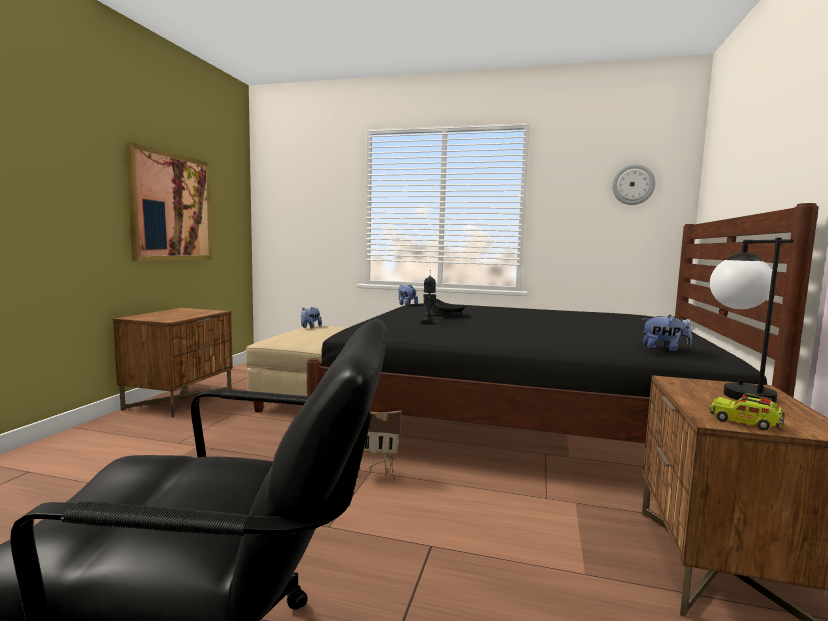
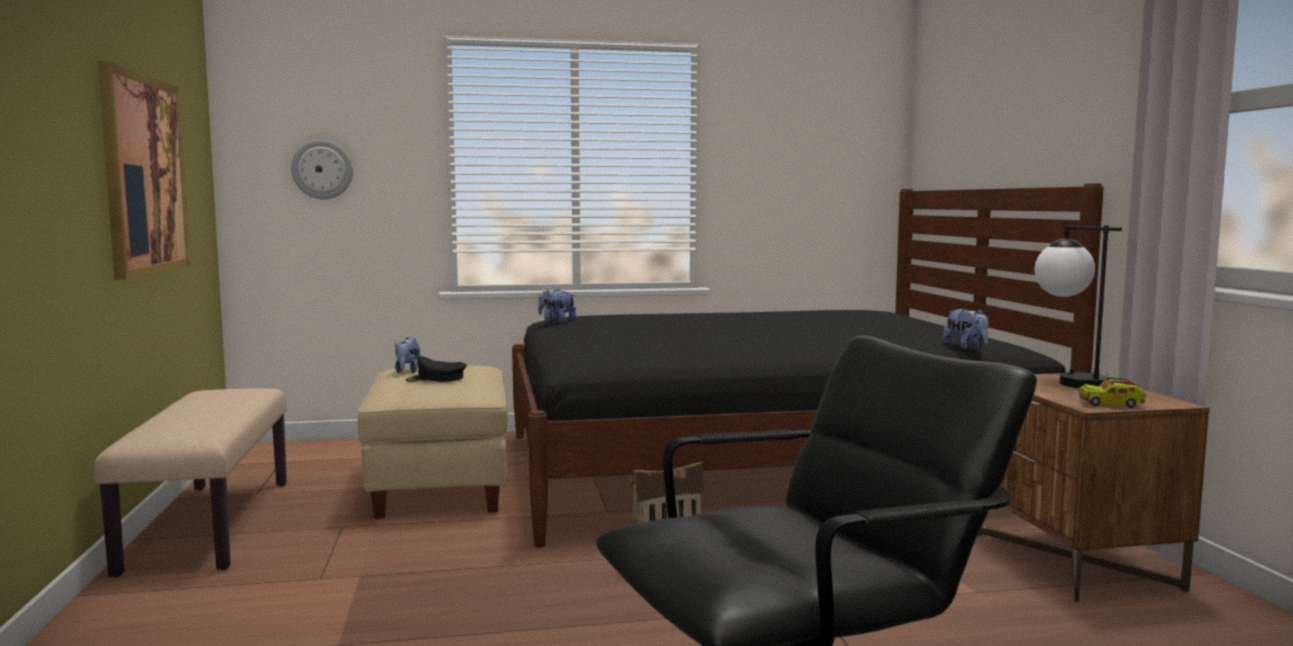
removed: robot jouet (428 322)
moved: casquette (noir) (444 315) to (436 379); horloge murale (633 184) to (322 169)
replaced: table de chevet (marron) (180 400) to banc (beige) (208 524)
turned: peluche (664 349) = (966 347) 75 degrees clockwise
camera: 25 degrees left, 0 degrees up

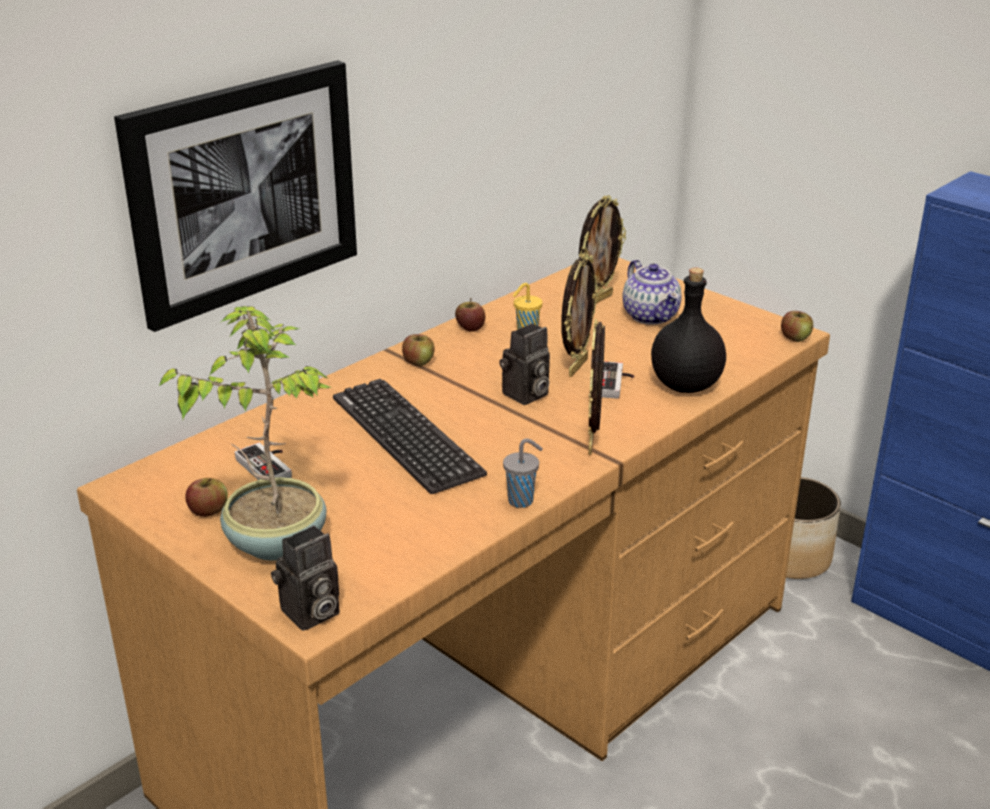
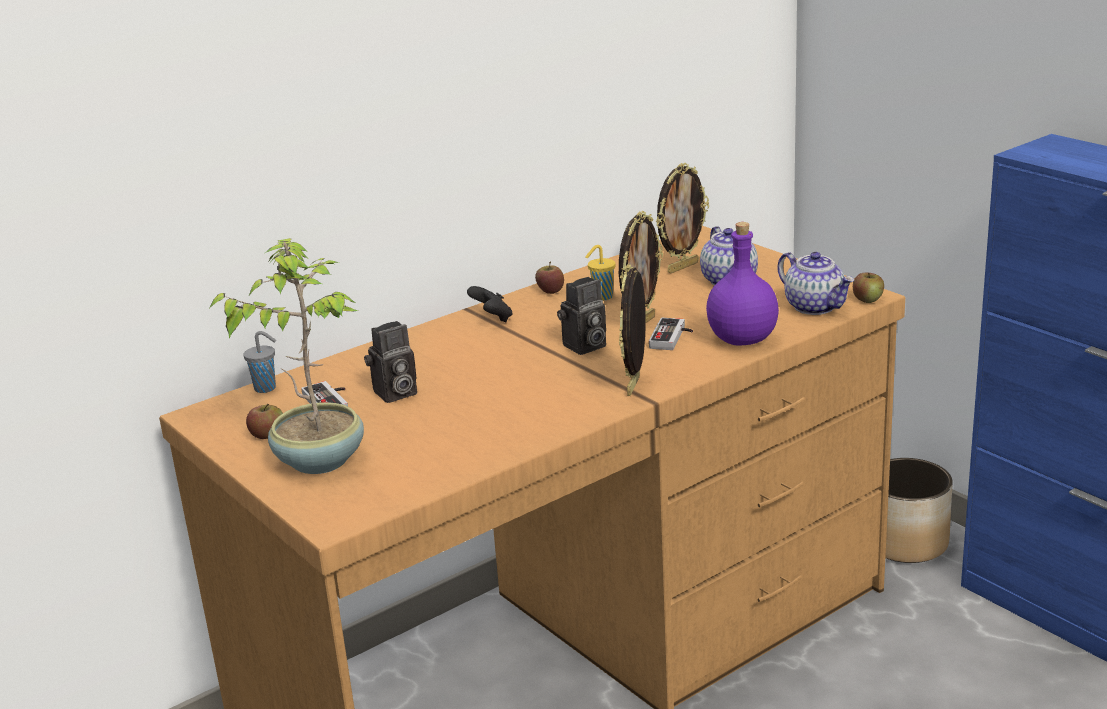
removed: tableau (243 191); clavier (406 436)
added: théière (815 307)
moved: appareil photo (309 614) to (394 394); tasse (gris) (522 501) to (266 388)
replaced: pomme (418 362) to manette (noir) (492 319)
recoloured: bouteille (noir) (687 385) to bouteille (violet) (743 339)
camera: 10 degrees right, 5 degrees down

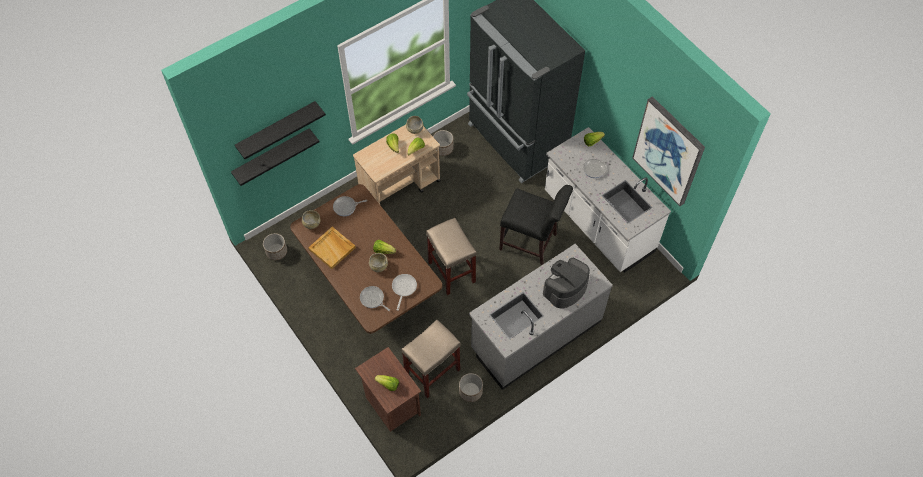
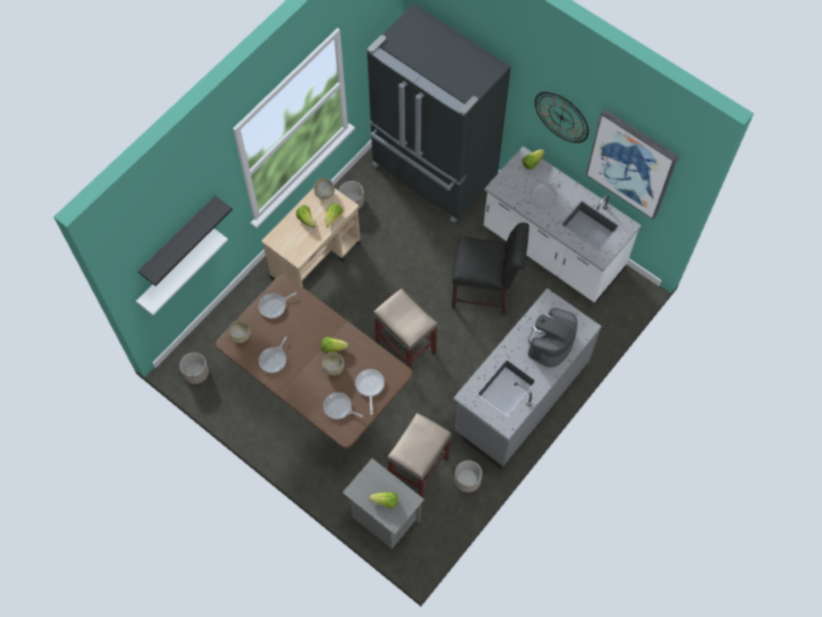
added: horloge murale (561 117)
replaced: plateau (beige) (332 248) to poêle (274 359)
recoloured: étagère (noir) (272 155) to étagère (blanc) (176 269); table de chevet (marron) (391 404) to table de chevet (gris) (384 518)
camera: 15 degrees left, 5 degrees up

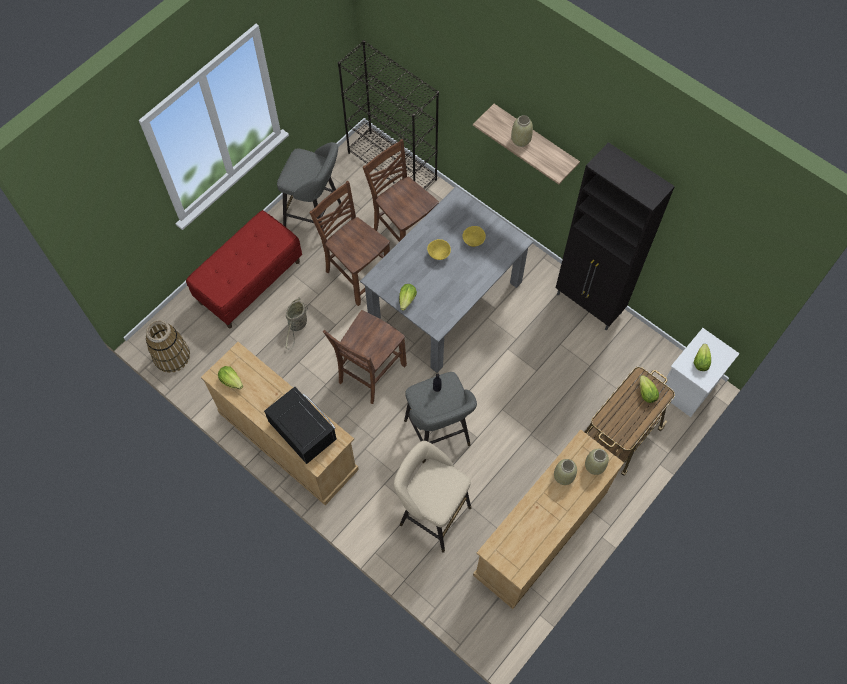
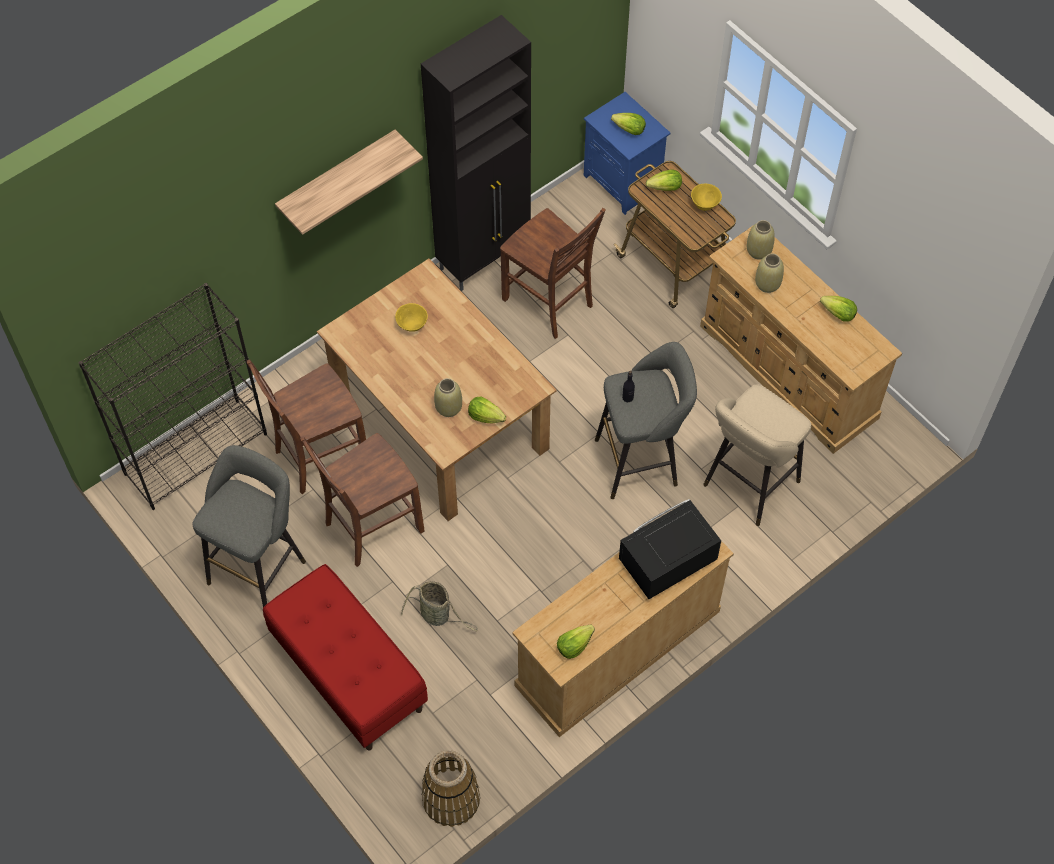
added: laitue (838 314)
moved: chaise (marron) (370 374) to (549 303); bol (jaune) (438 255) to (705 204); vase (beige) (520 140) to (448 408)
recoloured: table à manger (gris) (445 301) to table à manger (marron) (442 421); table de chevet (blanc) (687 389) to table de chevet (bleu) (624 183)
camera: 80 degrees left, 5 degrees down

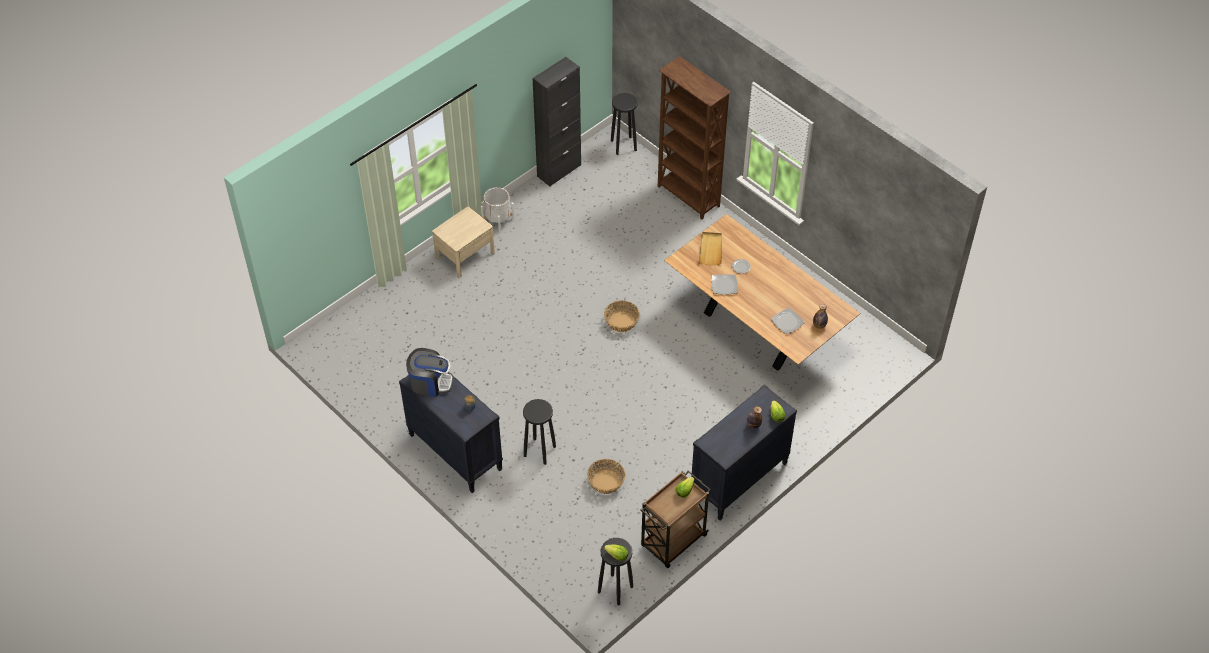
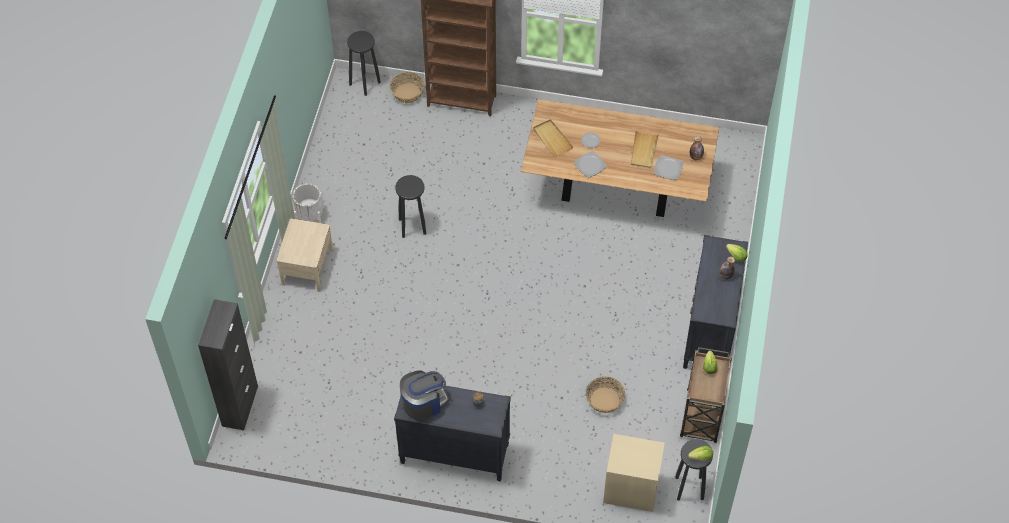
added: table de chevet (beige) (631 488); plateau (beige) (643 150)
moved: tabouret (noir) (540 451) to (413 226); meuble de rangement (noir) (559 171) to (240 406); panier (621 321) to (407 93)
camera: 35 degrees left, 5 degrees up

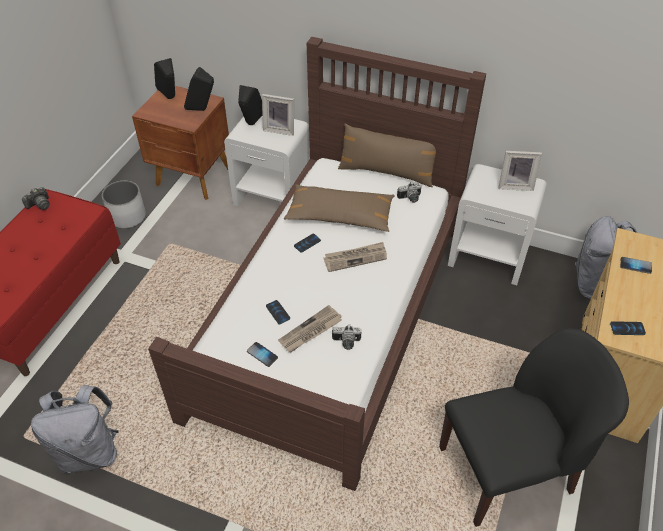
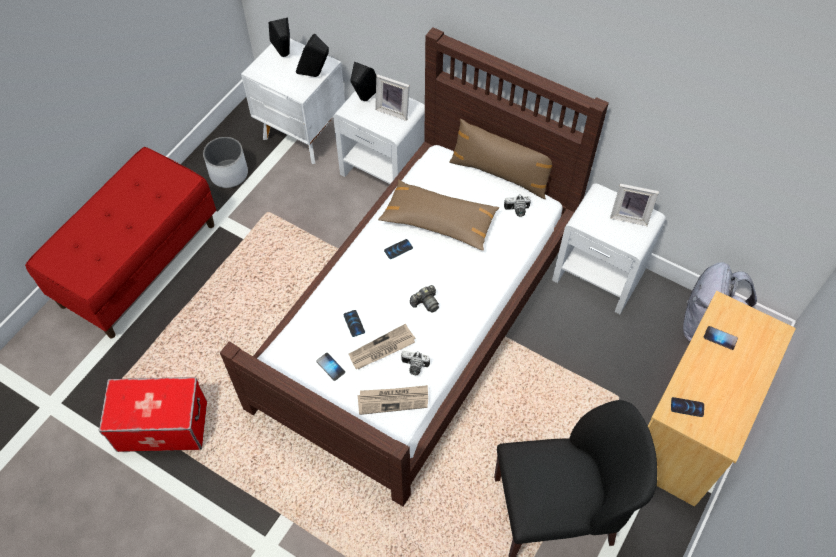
moved: appareil photo (39 204) to (425 303); journal (355 258) to (393 400)
replaced: sac à dos (gris) (90 452) to boîte de rangement (163 425)
recoloured: table de chevet (marron) (194 177) to table de chevet (blanc) (304 134)
camera: 10 degrees right, 10 degrees up

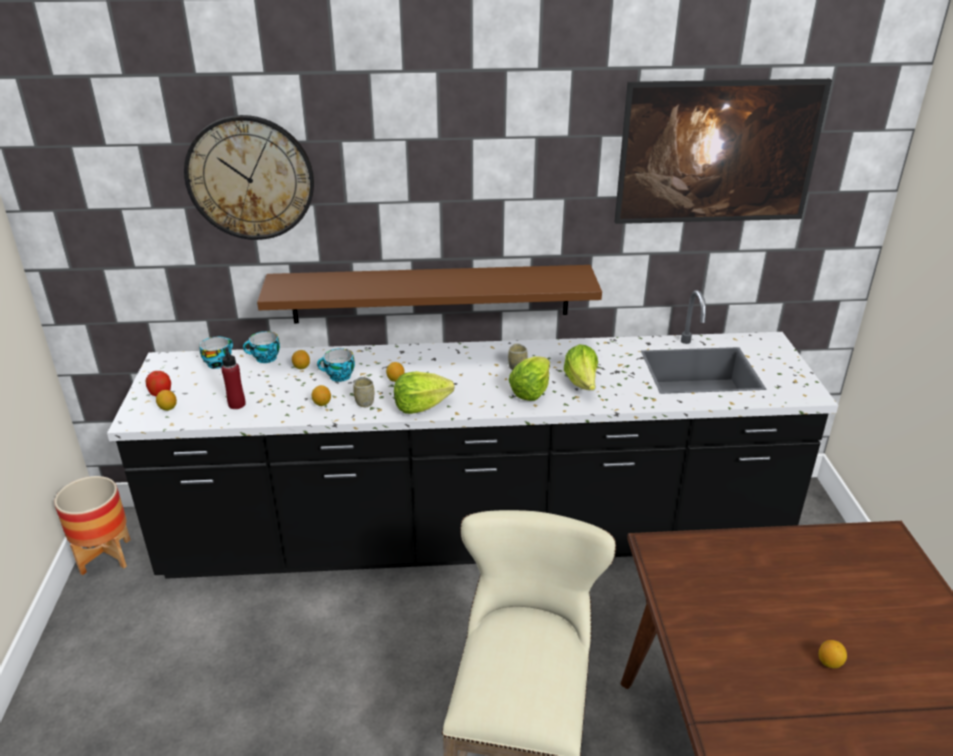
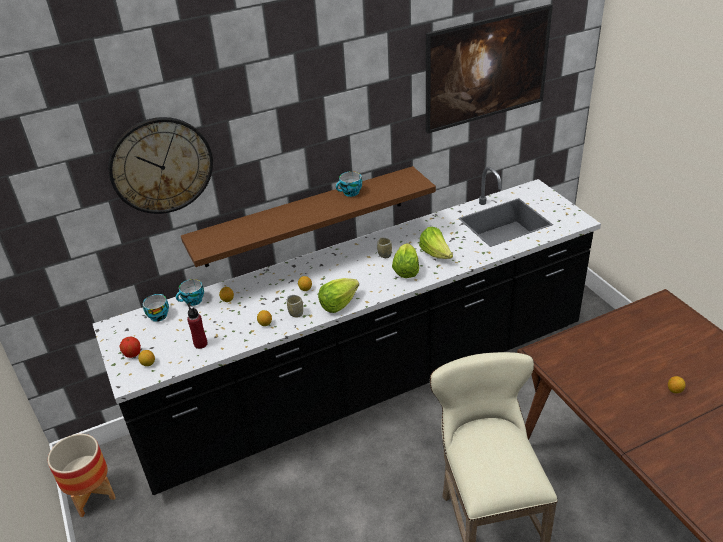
moved: tasse (338 376) to (350 193)
camera: 20 degrees left, 5 degrees up

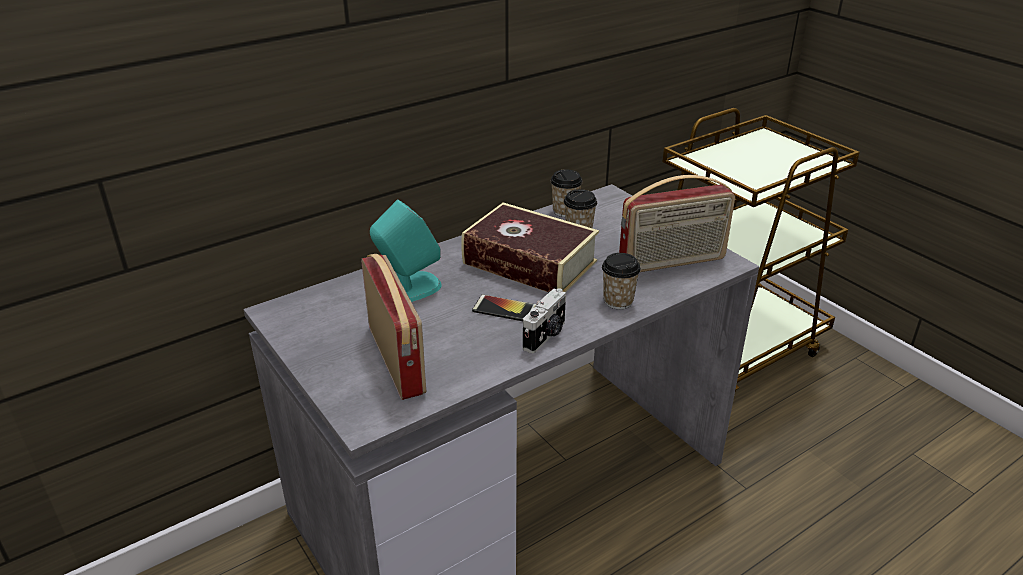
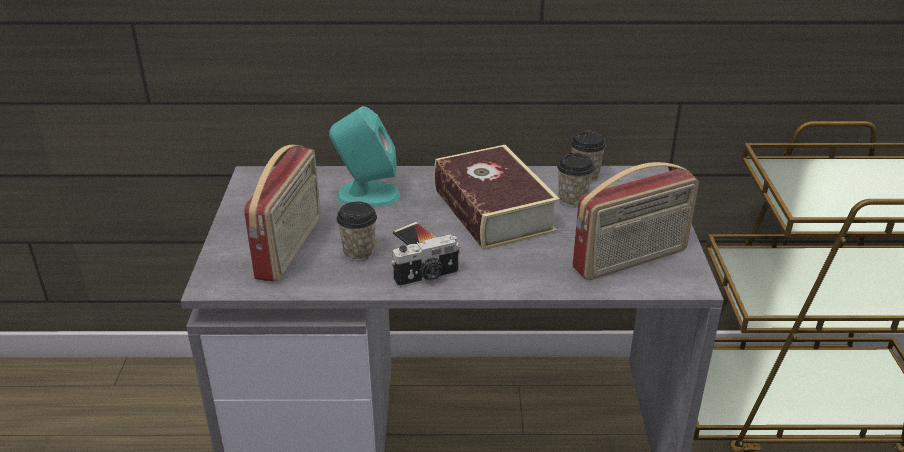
moved: tasse (618 301) to (359 252)
turned: radio (672 262) = (631 260) 45 degrees counterclockwise
camera: 35 degrees right, 0 degrees up

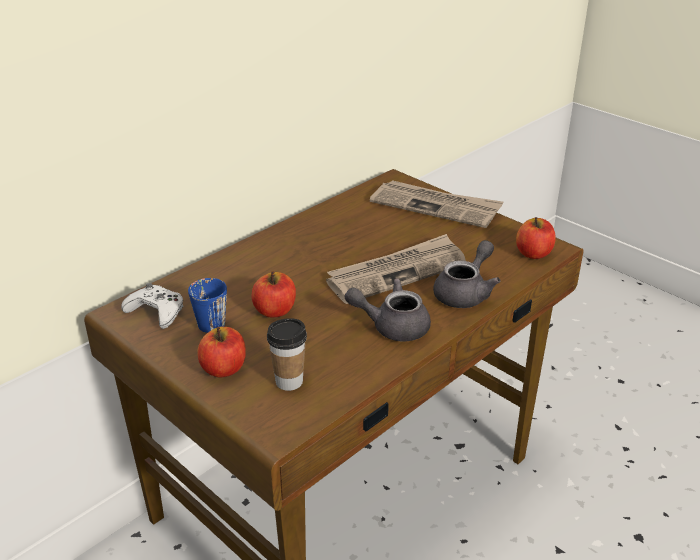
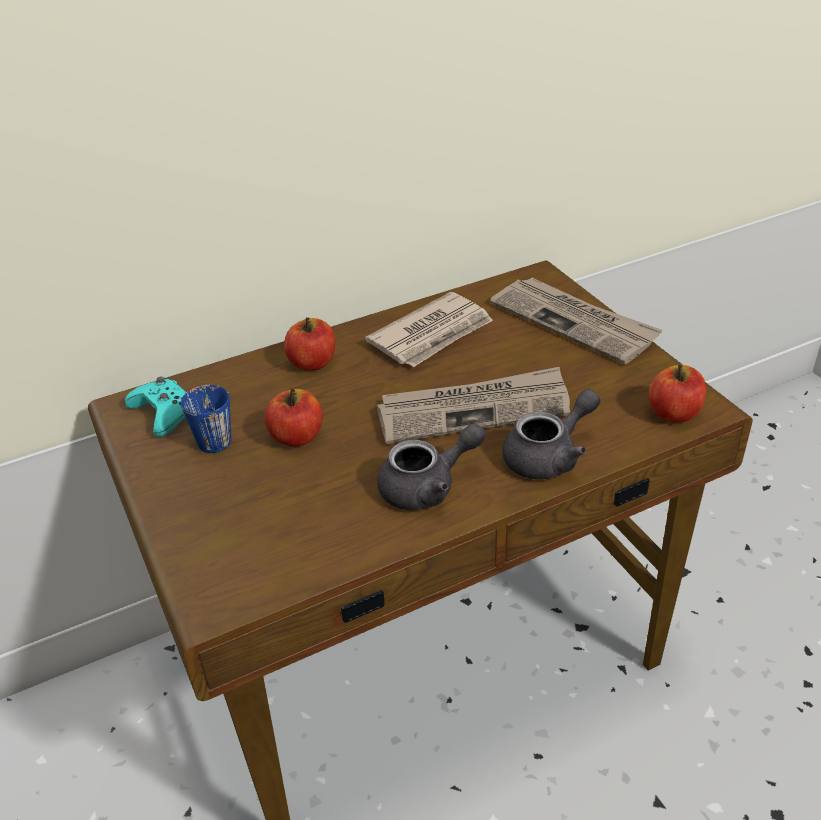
removed: tasse (289 381)
added: journal (432 334)
moved: pomme (224 368) to (312 362)
recoloured: manette (blanc) (156 312) to manette (turquoise) (164 413)
turned: théière (gris) (392 326) = (428 487) 135 degrees clockwise
camera: 20 degrees right, 5 degrees up

